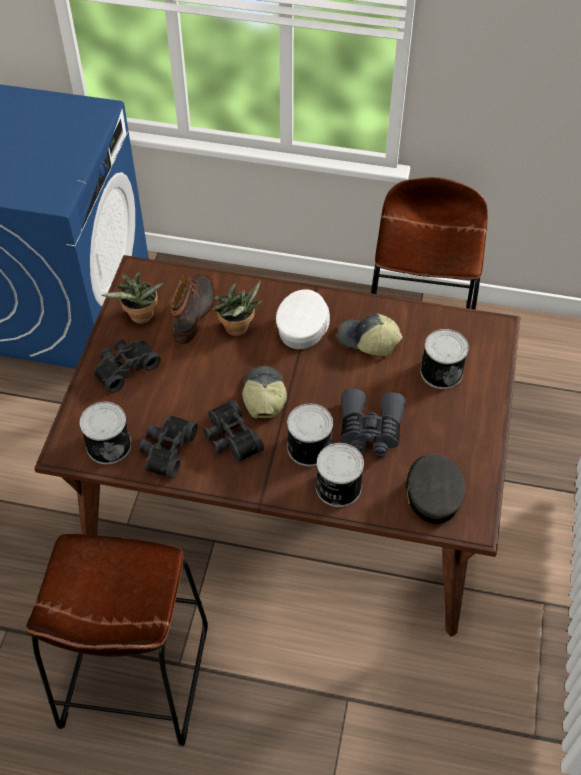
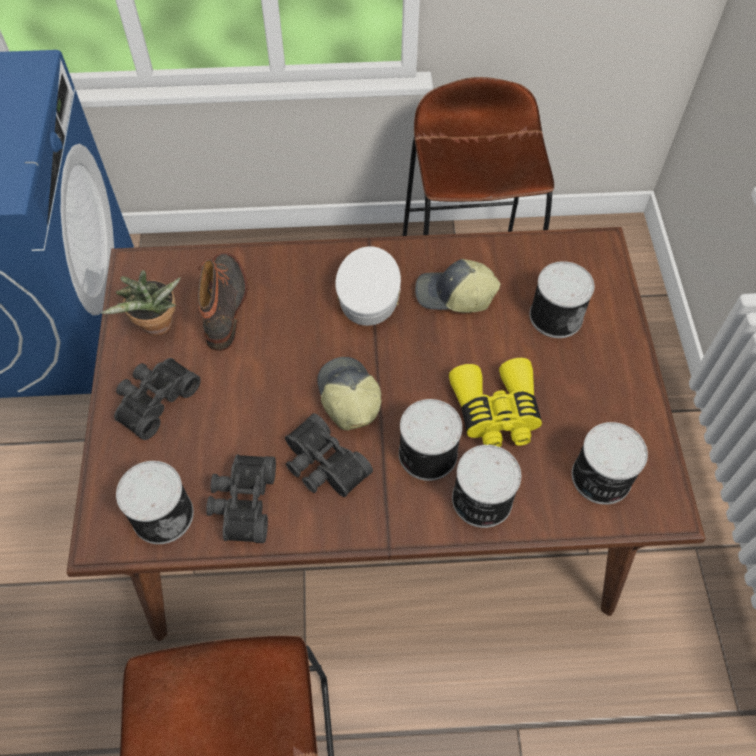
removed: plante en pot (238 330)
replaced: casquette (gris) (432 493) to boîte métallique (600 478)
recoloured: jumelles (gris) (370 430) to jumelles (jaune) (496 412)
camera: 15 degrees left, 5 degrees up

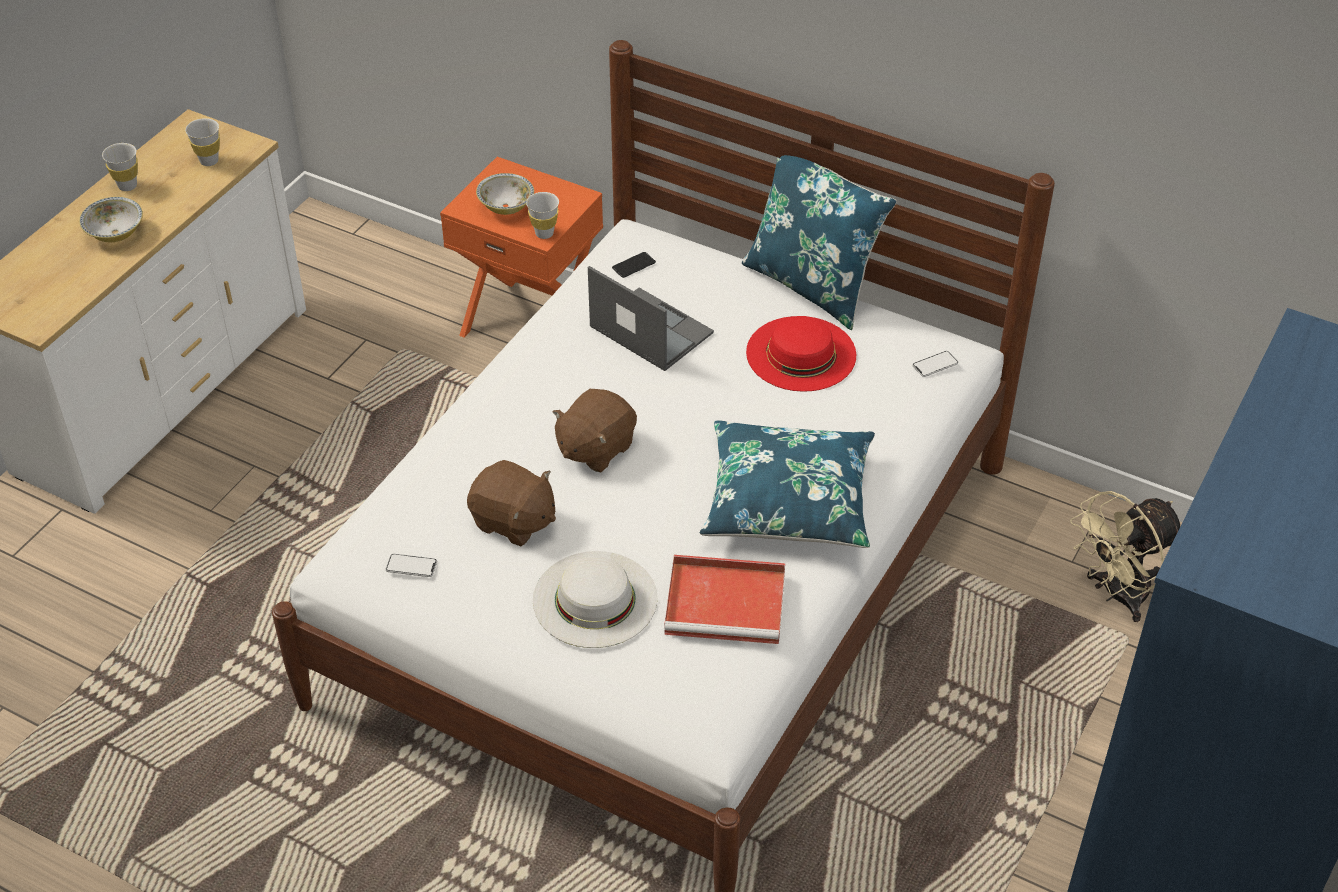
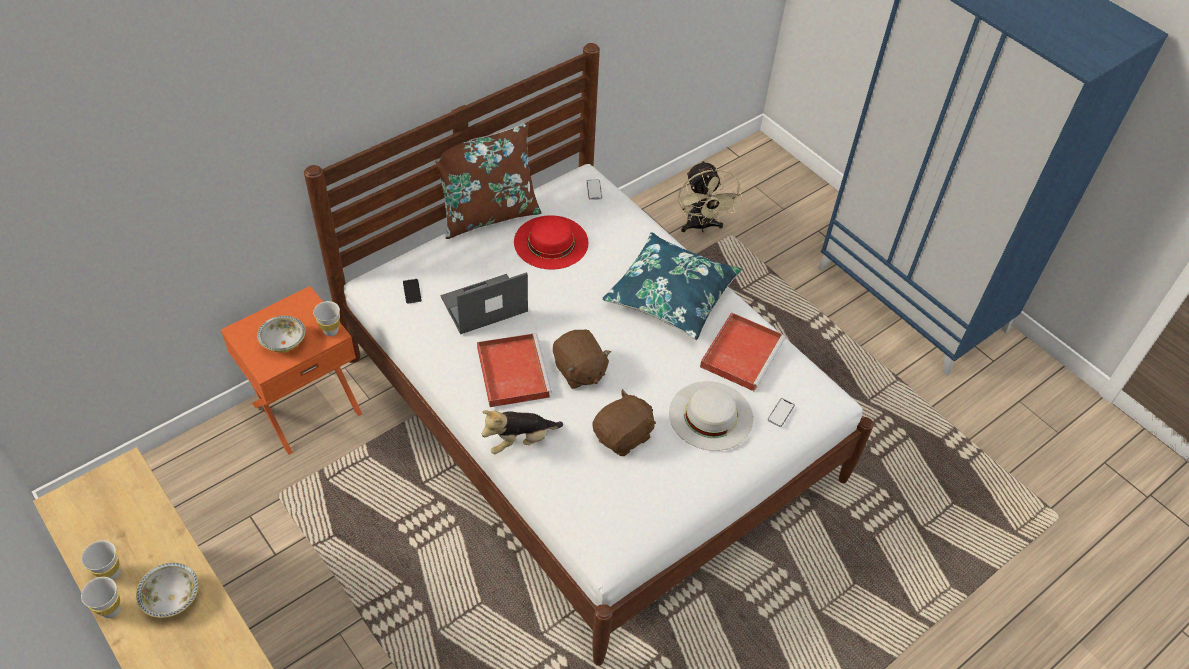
added: plateau (rouge) (512 371); peluche (520 441)
moved: tasse (blanc) (209 161) to (111 610); téléphone (411 566) to (780 413)
recoloured: coussin (bleu) (812 284) to coussin (marron) (488 214)
camera: 70 degrees left, 5 degrees up

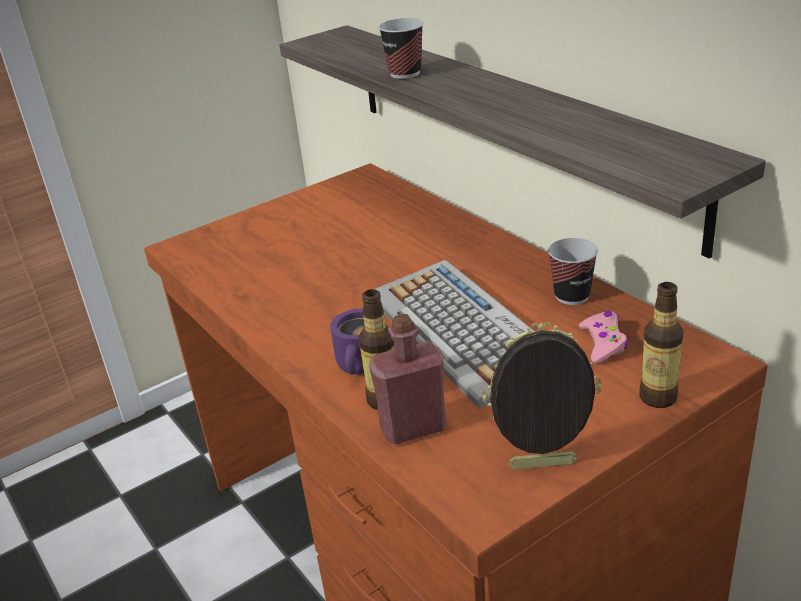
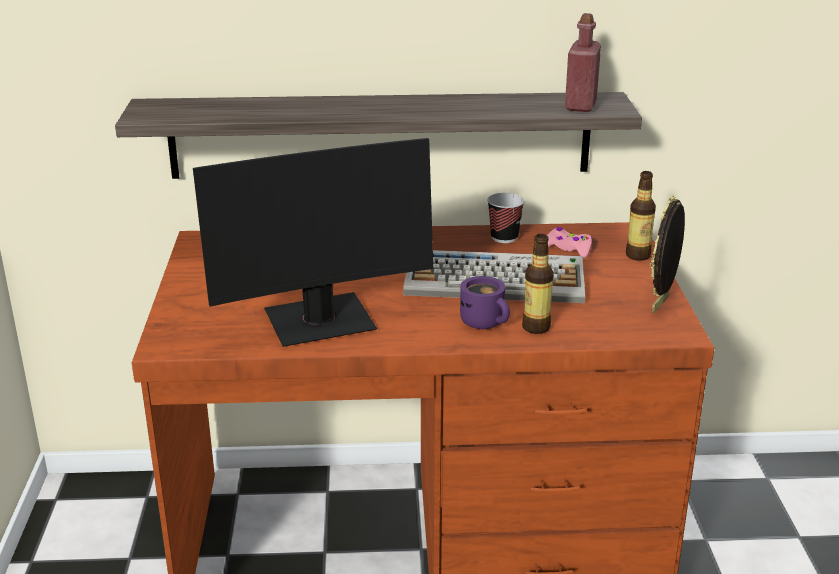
removed: tasse (405 73)
added: écran d'ordinateur (320 322)
moved: bouteille (rouge) (413 428) to (580 105)
camera: 60 degrees left, 5 degrees down

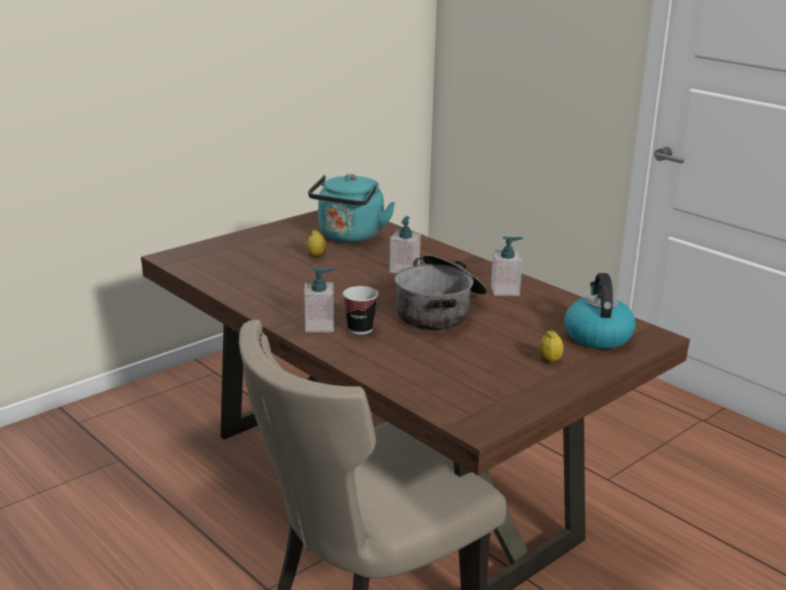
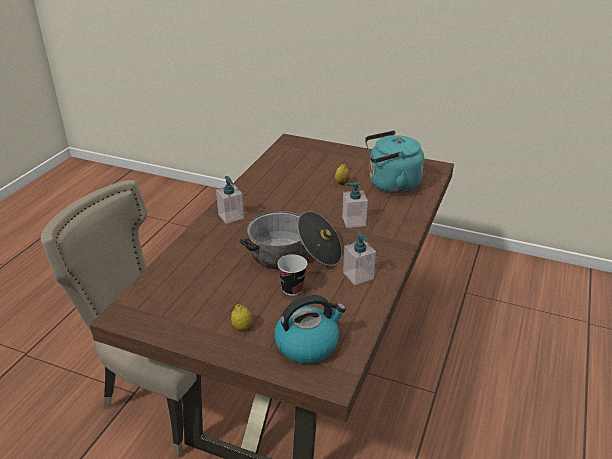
moved: tasse (360 329) to (292 289)
camera: 65 degrees right, 10 degrees up

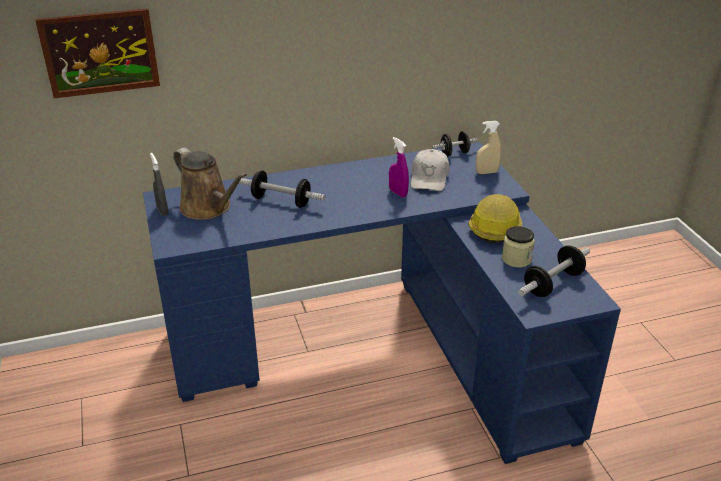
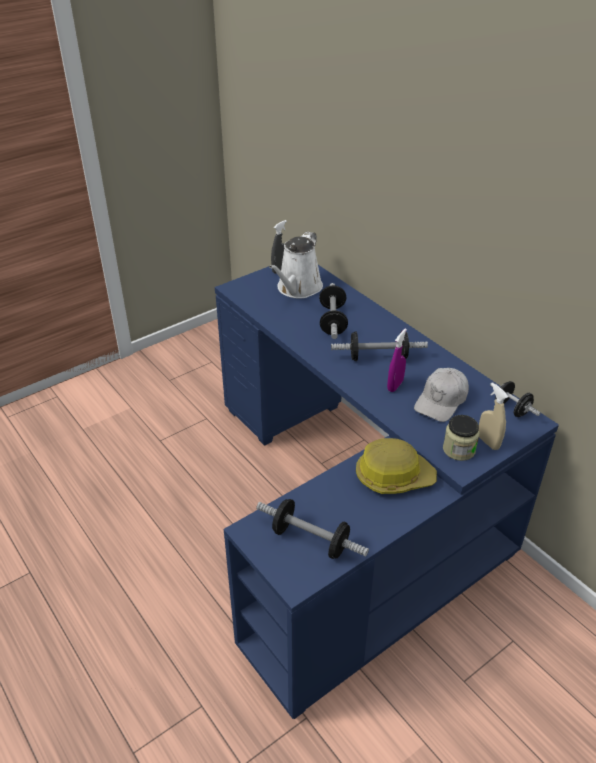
removed: tableau (100 53)
added: haltère (378 357)
moved: bocal (516 259) to (459 449)
recoloured: arrosoir (marron) (208 208) to arrosoir (blanc) (297 289)
turned: casquette (blanc) (429 178) = (441 401) 45 degrees counterclockwise
camera: 70 degrees right, 5 degrees up

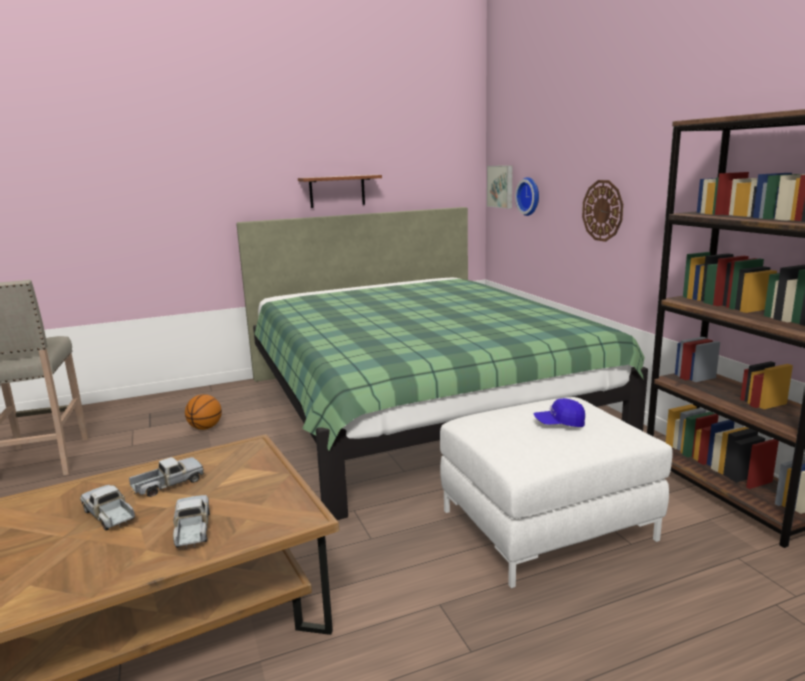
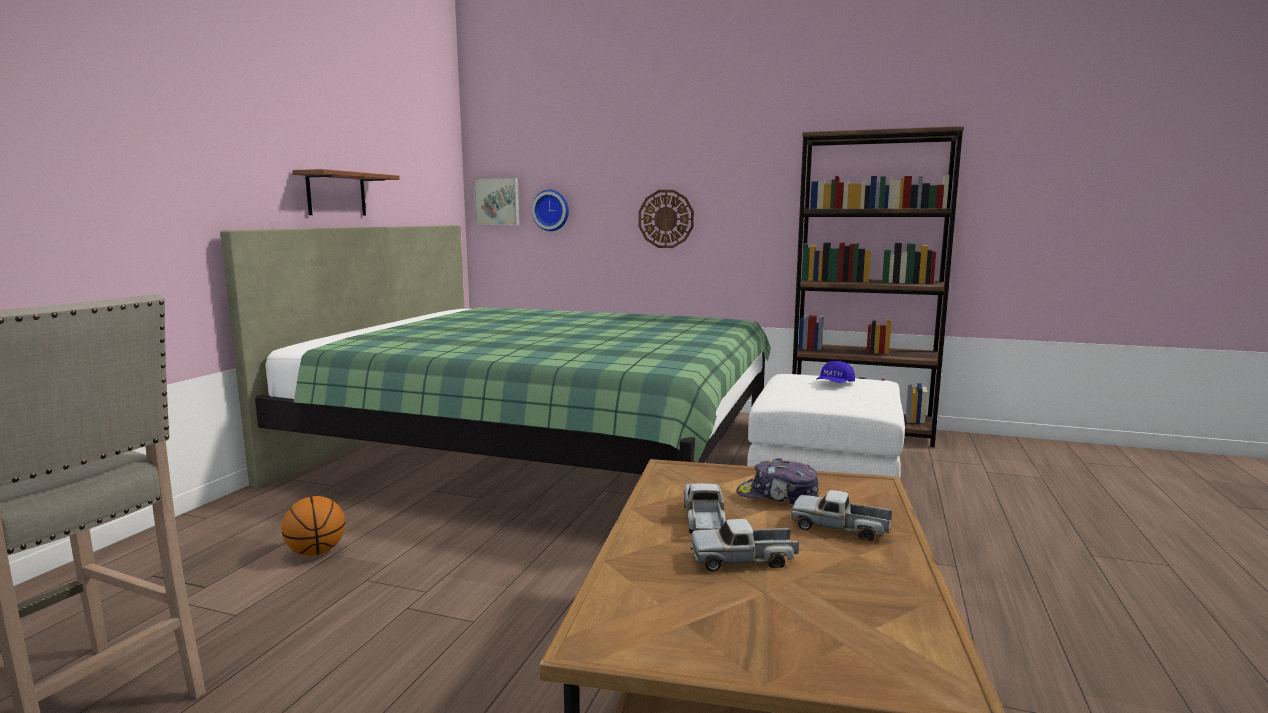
added: casquette (777 496)
camera: 50 degrees left, 5 degrees down

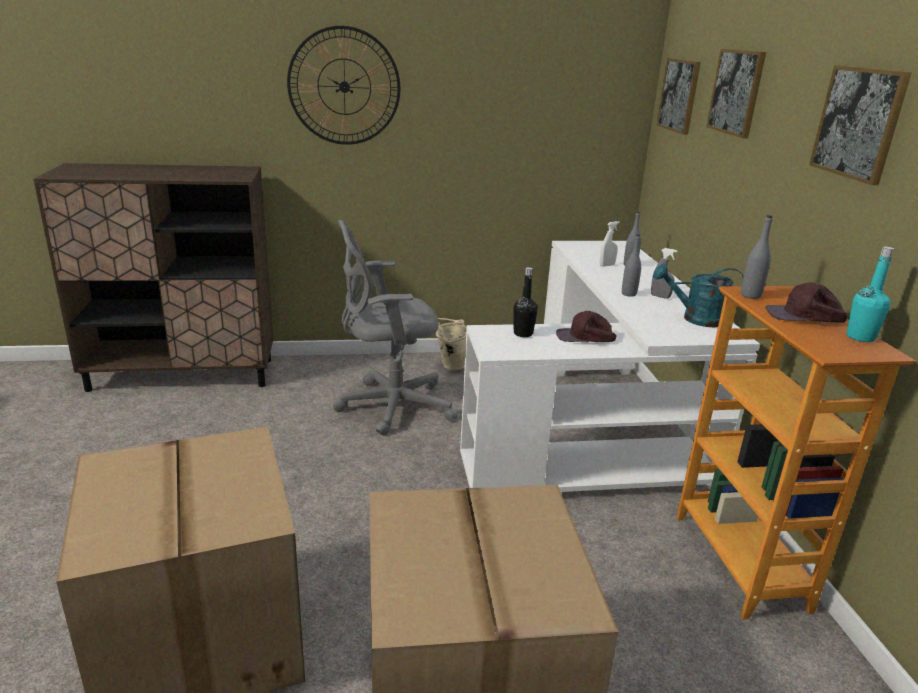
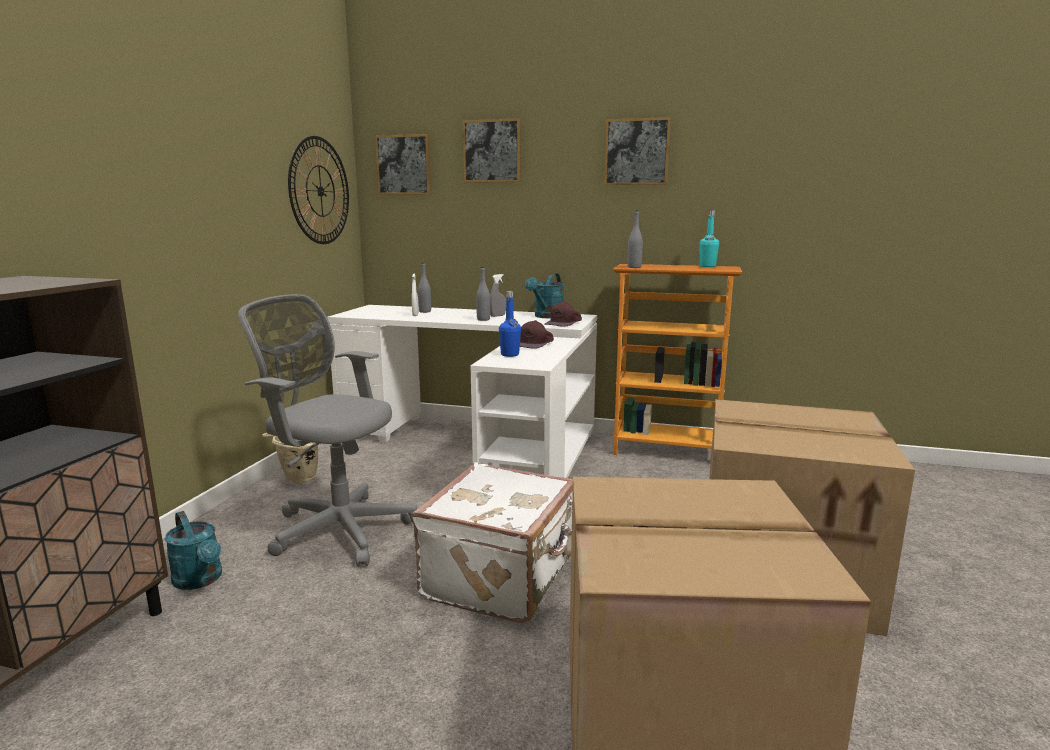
added: arrosoir (turquoise) (200 580); valise (blanc) (502 577)
moved: horloge murale (344 87) to (320 191); casquette (marron) (804 316) to (564 323)
recoloured: bouteille (noir) (523 333) to bouteille (bleu) (510 355)
turned: chaise de bureau (gris) (389 406) = (337 528) 105 degrees clockwise
camera: 65 degrees left, 10 degrees down

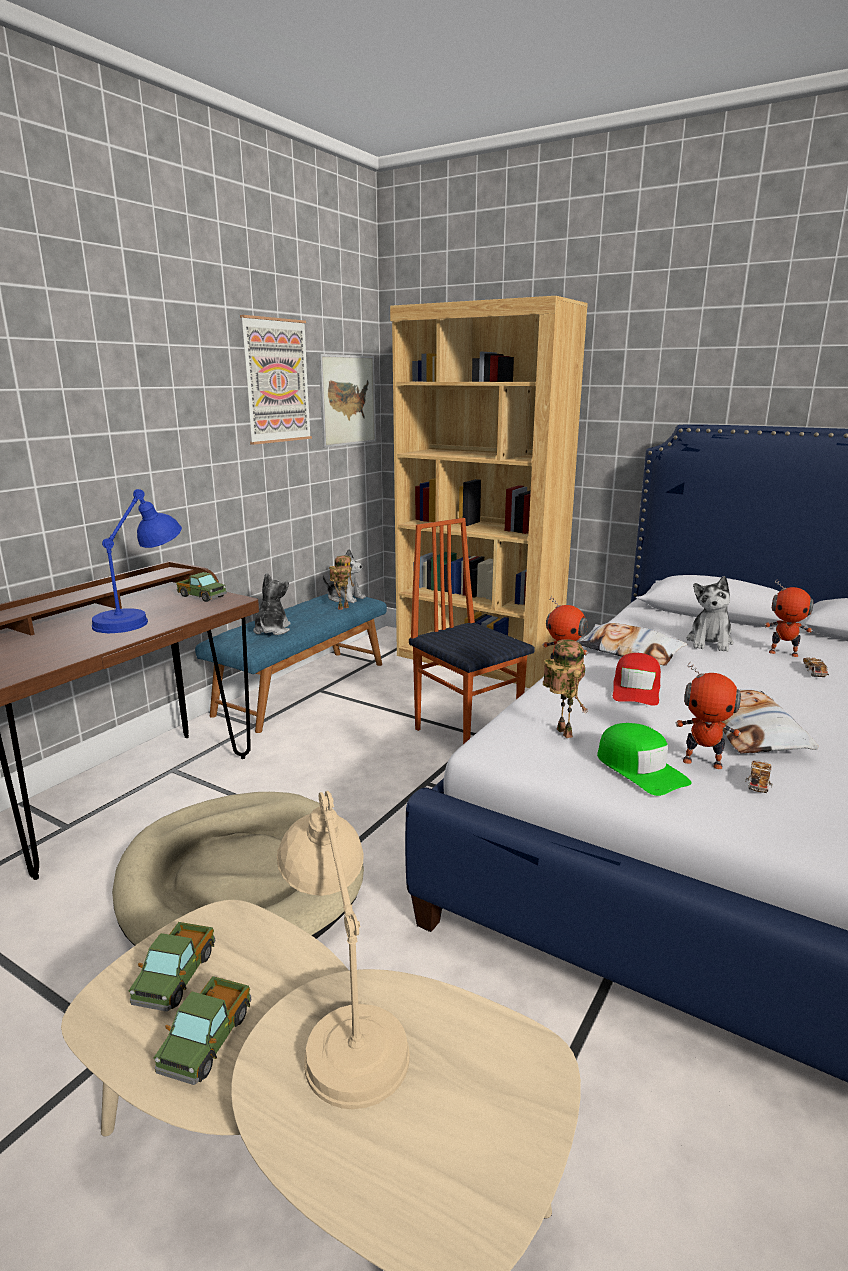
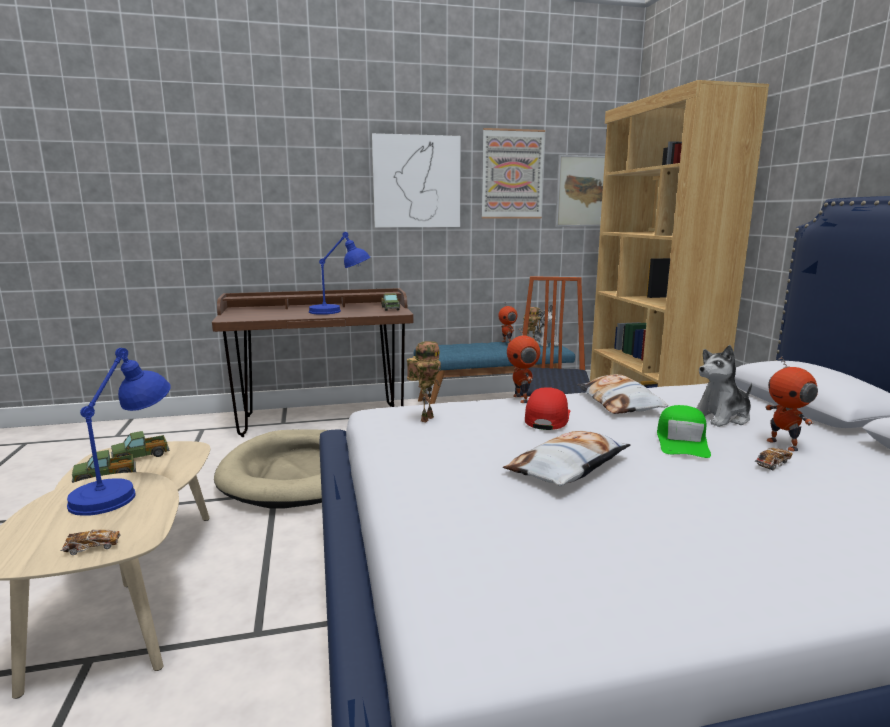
removed: peluche (271 630)
added: tableau (416 182)
moved: casquette (vert) (640 769) to (682 441); robot jouet (702 762) to (507 342); petite voiture (758 783) to (92 548)
recoloured: lampe de table (beige) (343 1020) to lampe de table (bleu) (126 488)
turned: casquette (rouge) (636 689) = (547 418) 135 degrees clockwise
camera: 45 degrees right, 5 degrees down

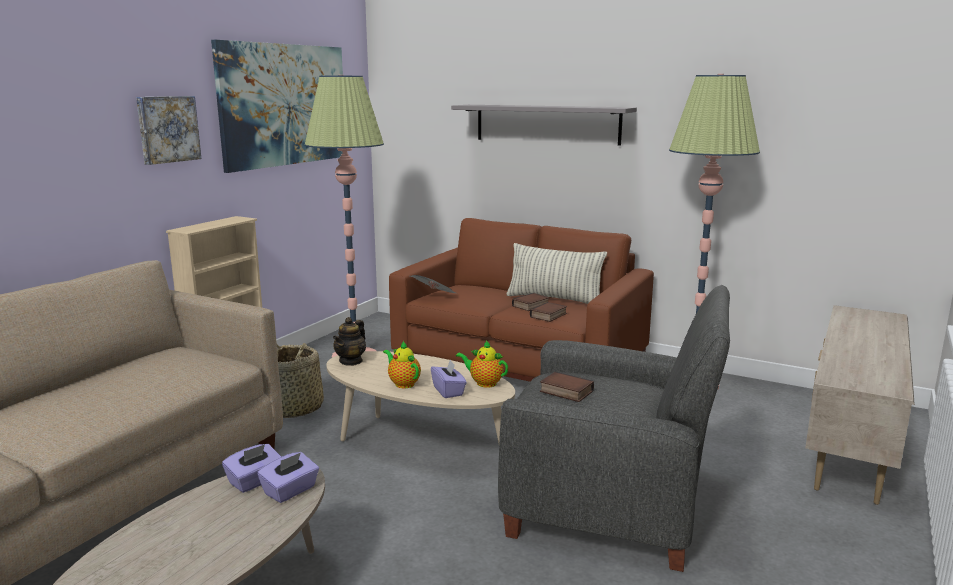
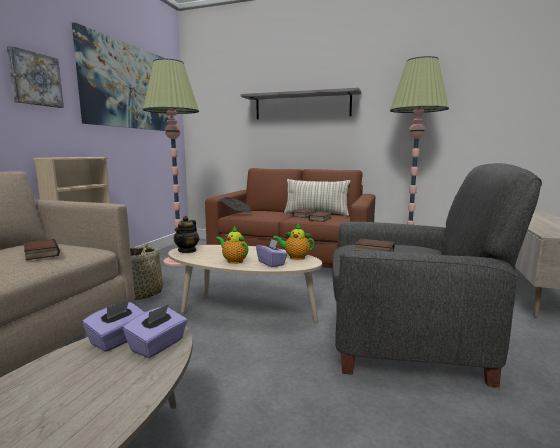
added: livre (40 253)
camera: 10 degrees left, 5 degrees down

